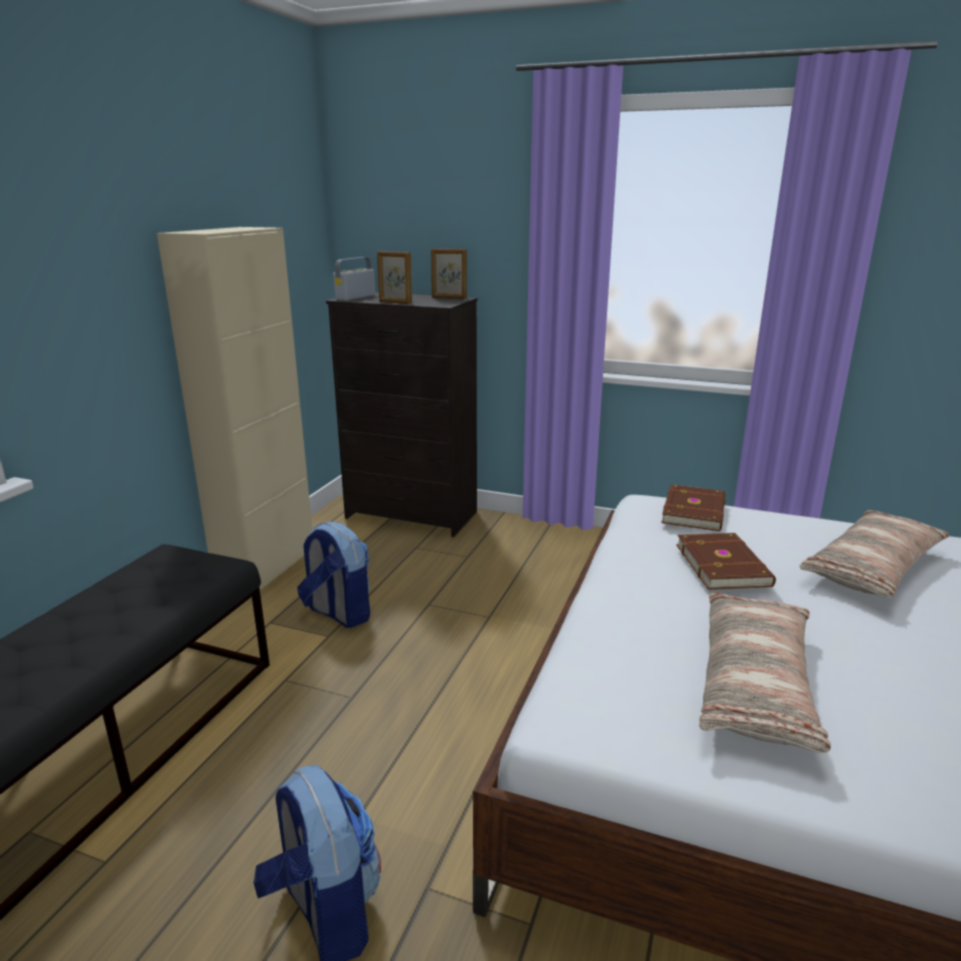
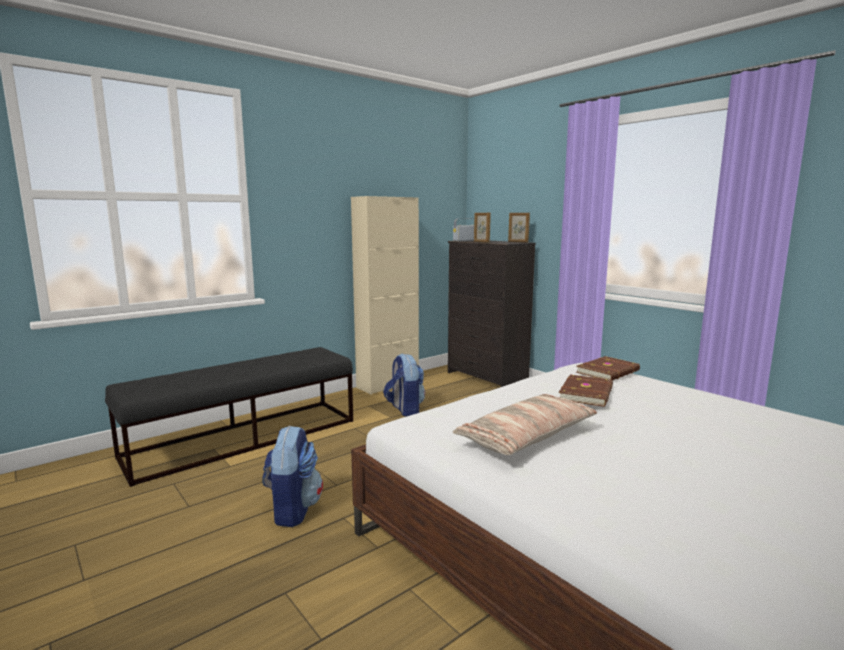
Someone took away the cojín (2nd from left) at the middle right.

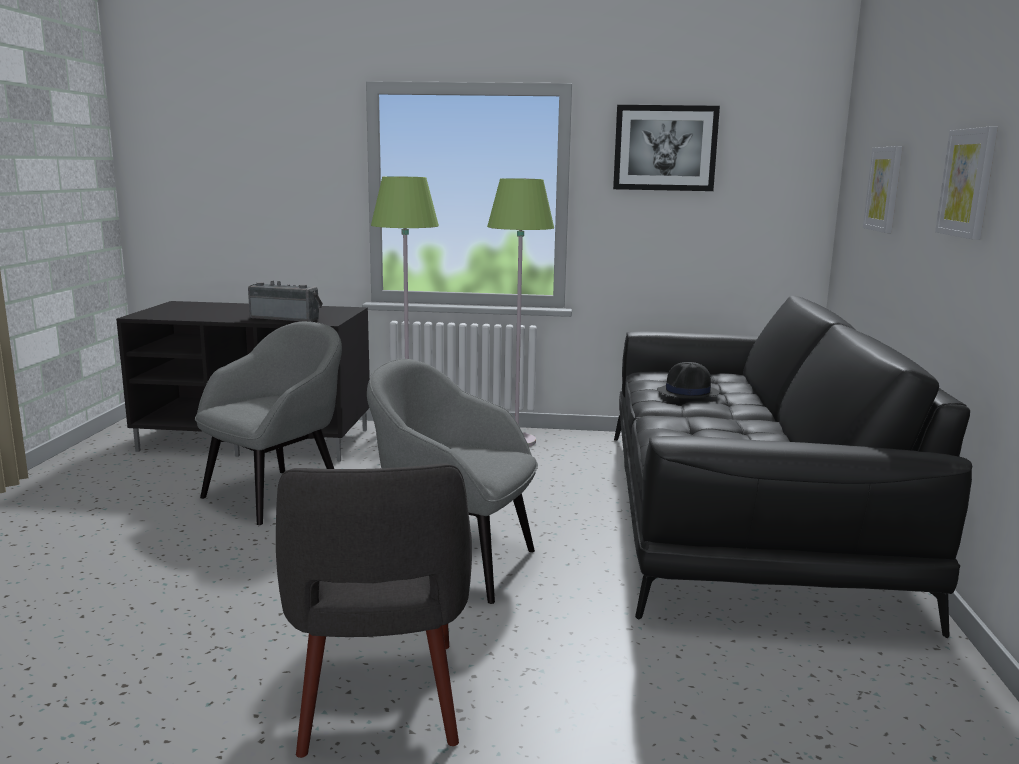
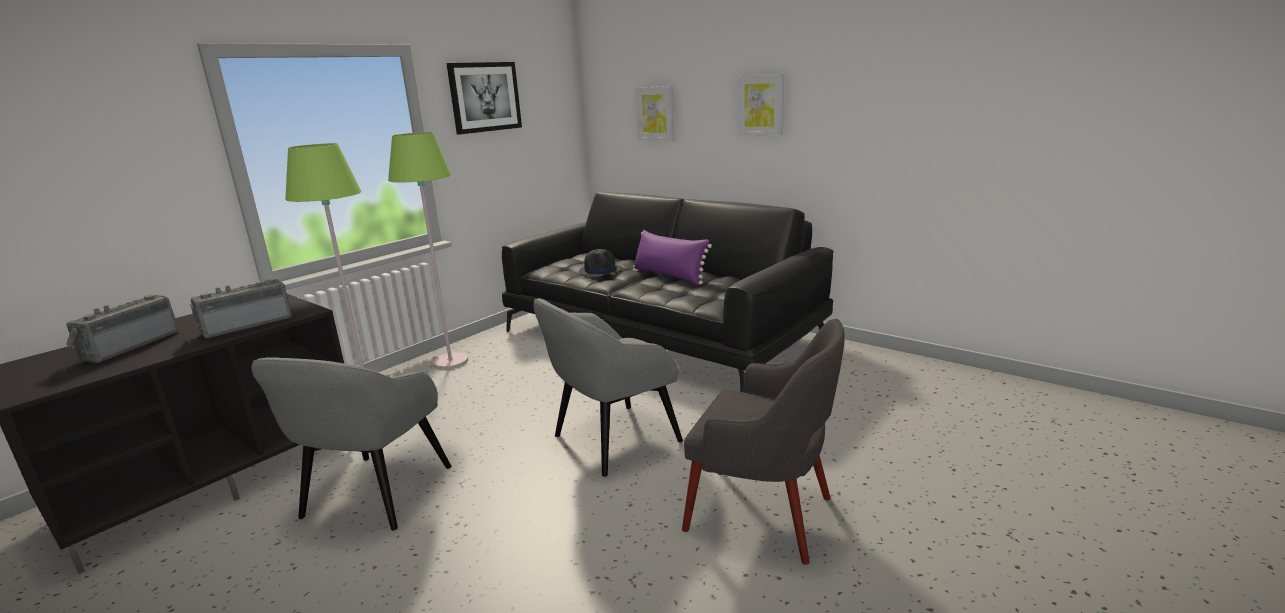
Someone put down the radio (1st from left) at the middle left. Someone put down the cojín/morado at the centre. Someone rotated the sillón/gris (1st from left) at the middle left by 150 degrees counterclockwise.

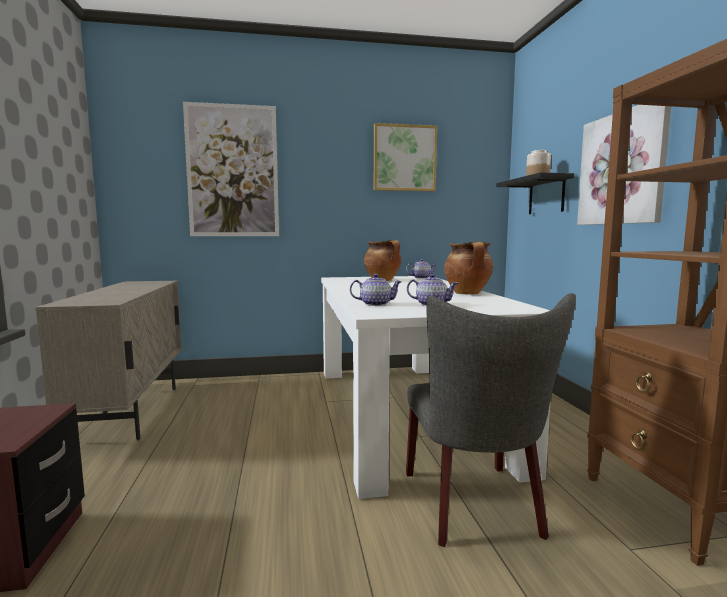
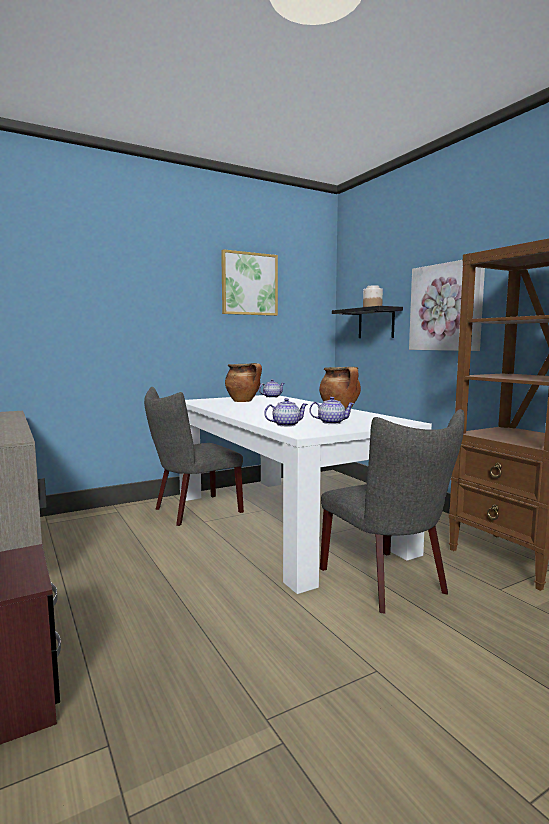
Someone took away the cuadro (1st from left) at the top left. Someone put down the silla/gris (1st from left) at the centre.

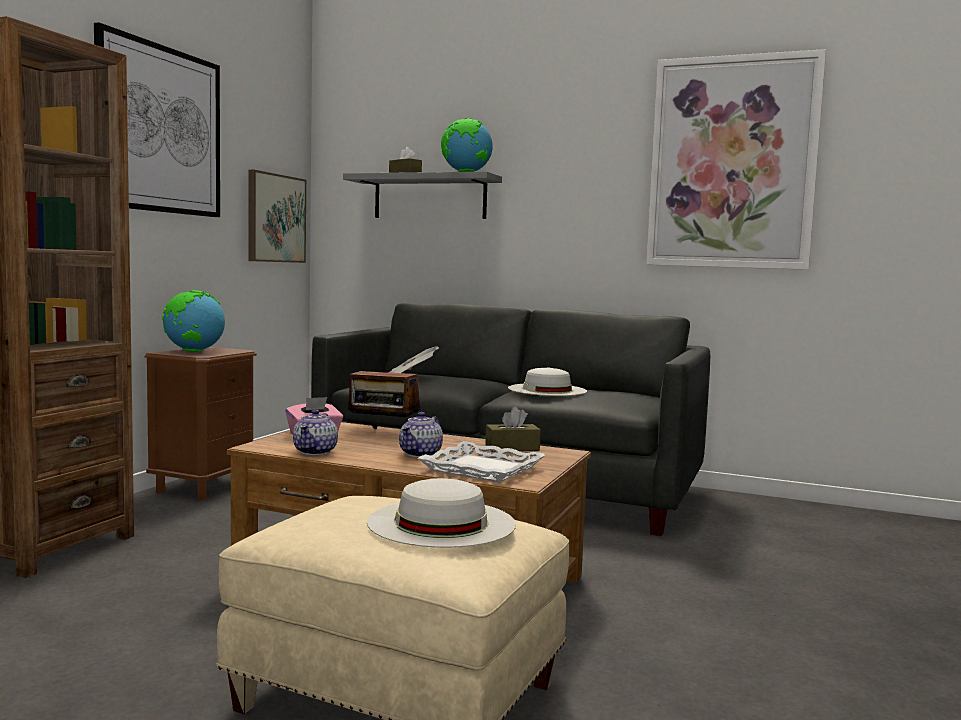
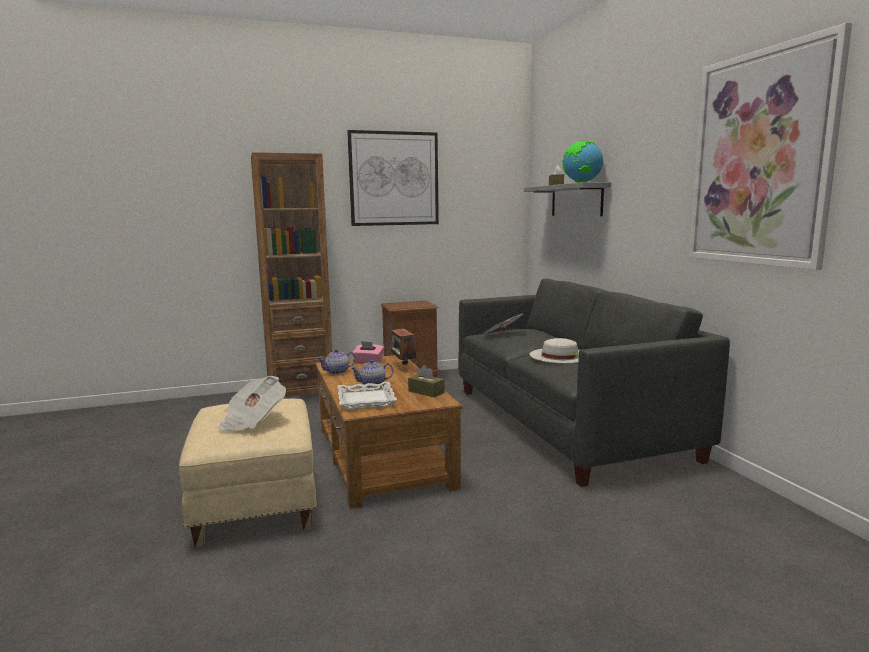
Someone took away the globo terráqueo (1st from left) at the middle left. Someone took away the cuadro (2nd from left) at the top left. Someone swapped the sombrero/blanco (1st from left) at the bottom centre for the periódico (1st from left) at the middle left.

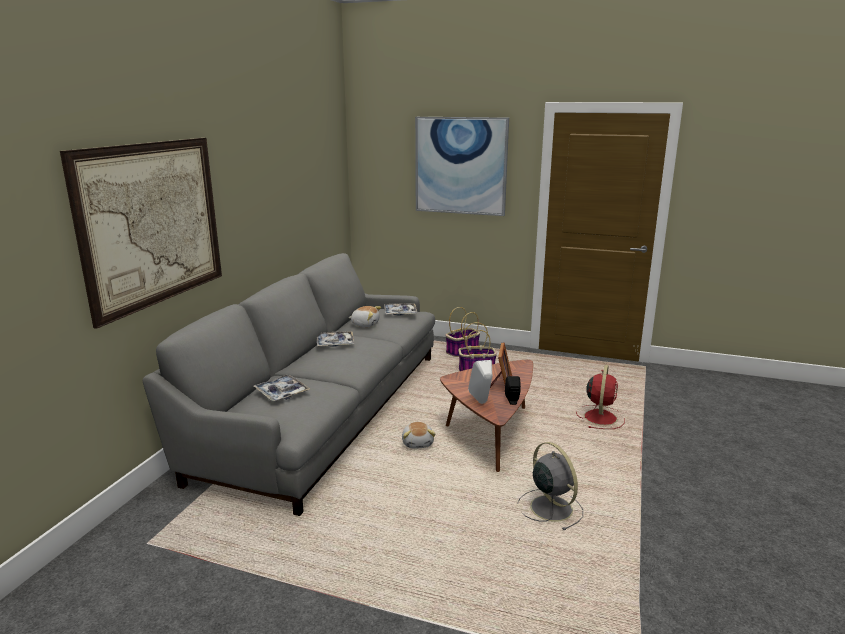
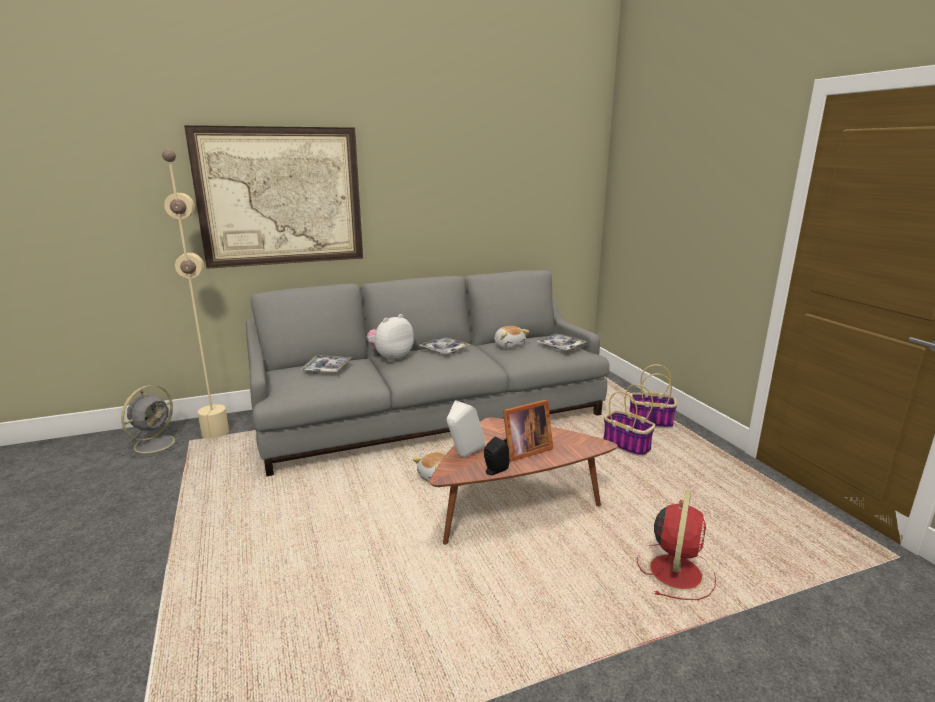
Someone took away the cuadro (2nd from left) at the top centre. Someone put down the lámpara de pie/beis at the middle left. Someone put down the peluche (1st from left) at the centre. Someone carried the ventilador/gris from the bottom centre to the middle left. Someone rotated the ventilador/rojo at the middle right by 45 degrees counterclockwise.

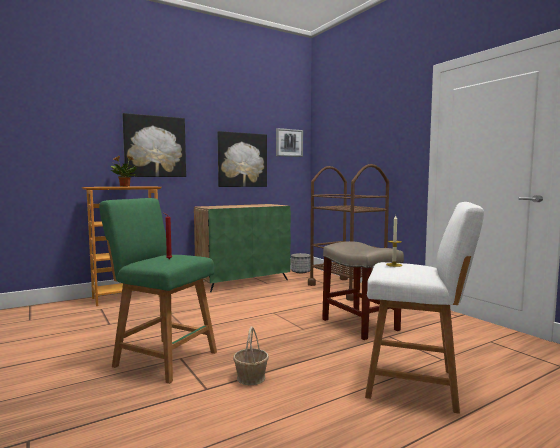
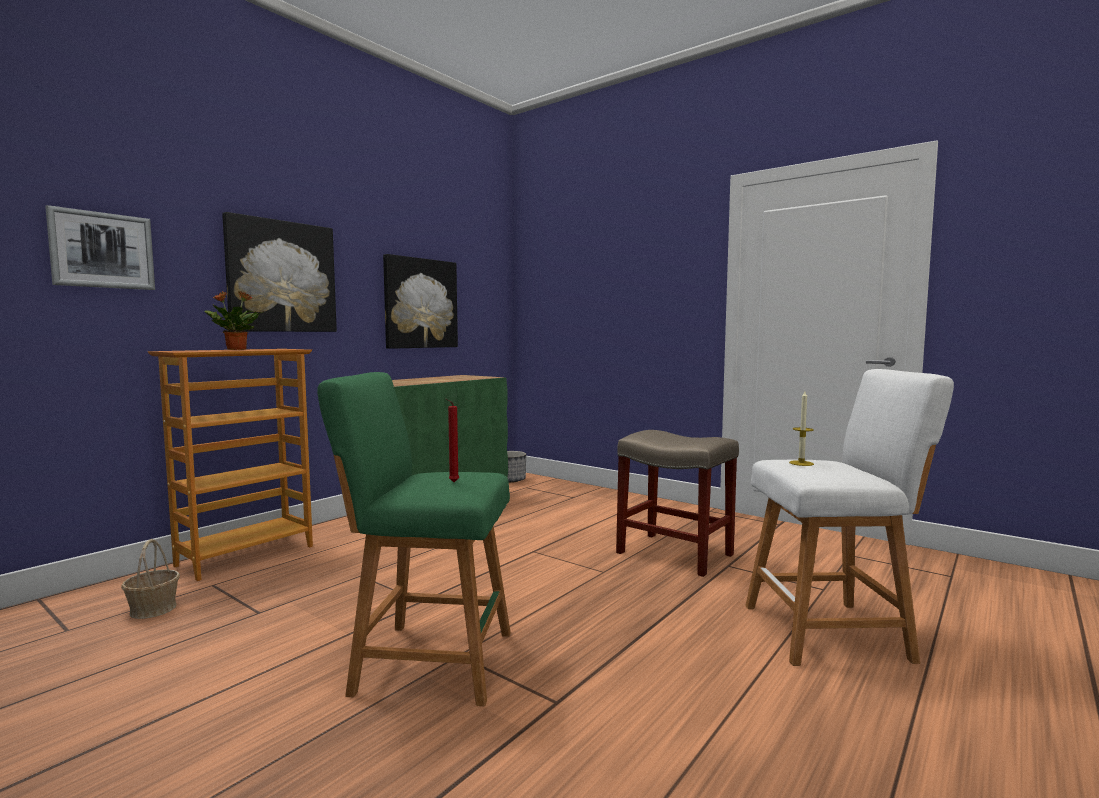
Someone took away the carrito/marrón at the centre. Someone carried the cesta from the bottom centre to the bottom left. Someone carried the cuadro (3rd from left in the first image) from the top centre to the top left.

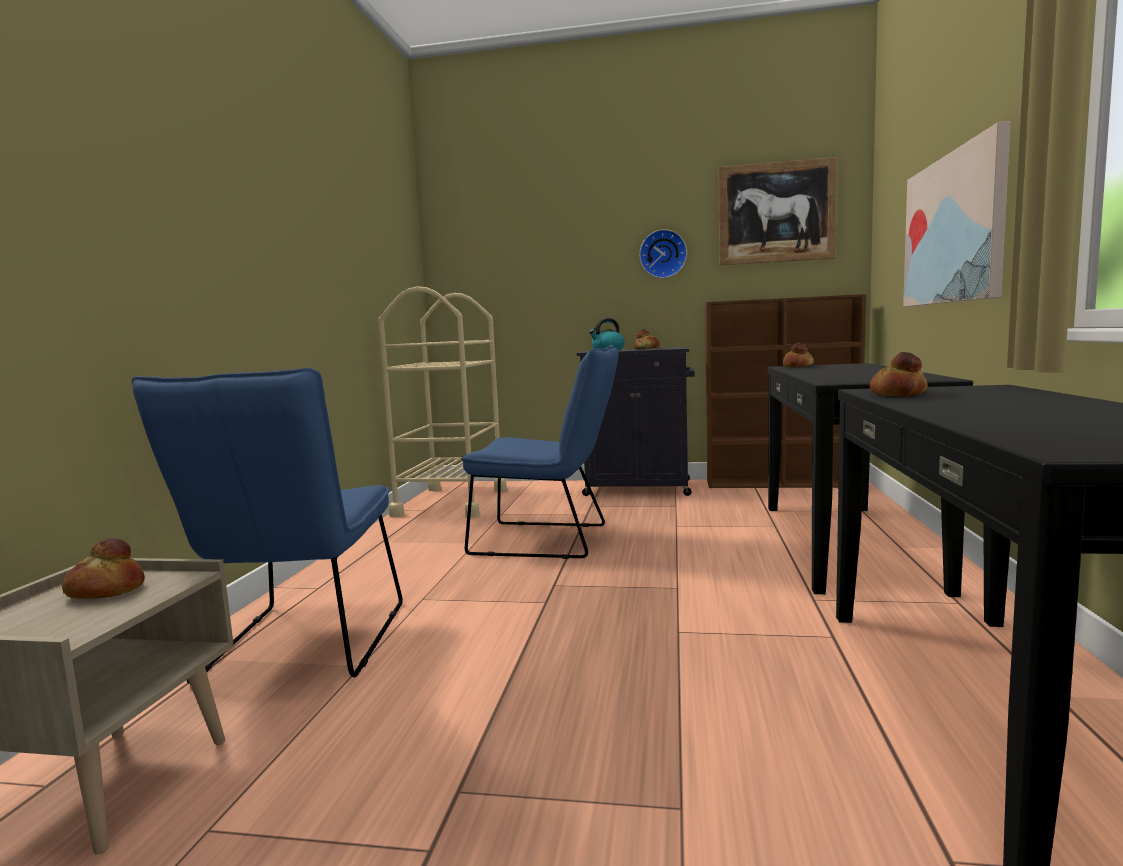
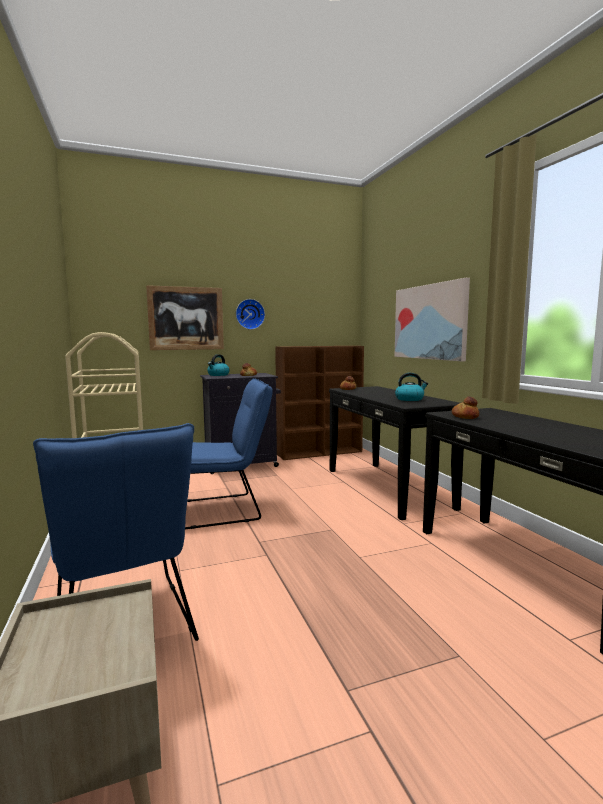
Someone took away the pan (1st from left) at the middle left. Someone put down the hervidor (2nd from left) at the middle right. Someone carried the cuadro (1st from left) from the top right to the middle left.

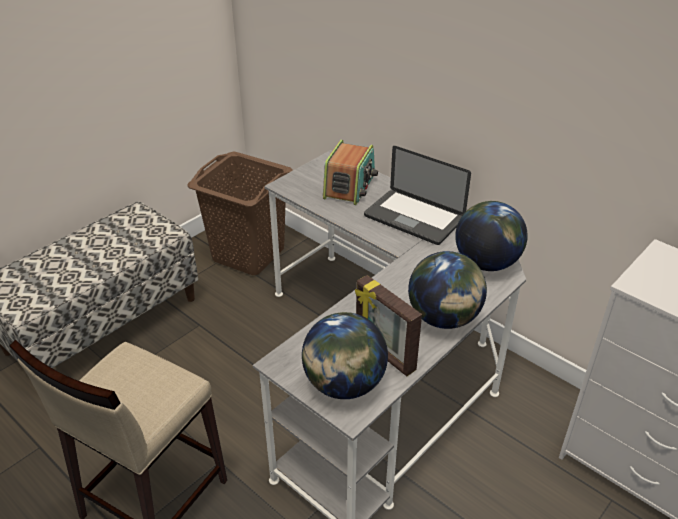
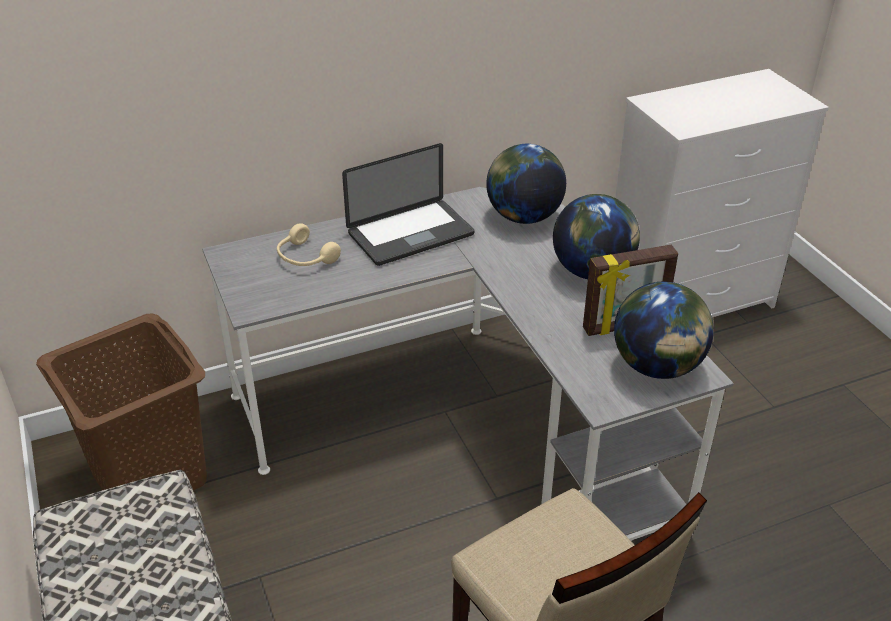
Someone swapped the radio at the top centre for the auriculares/beis at the centre.

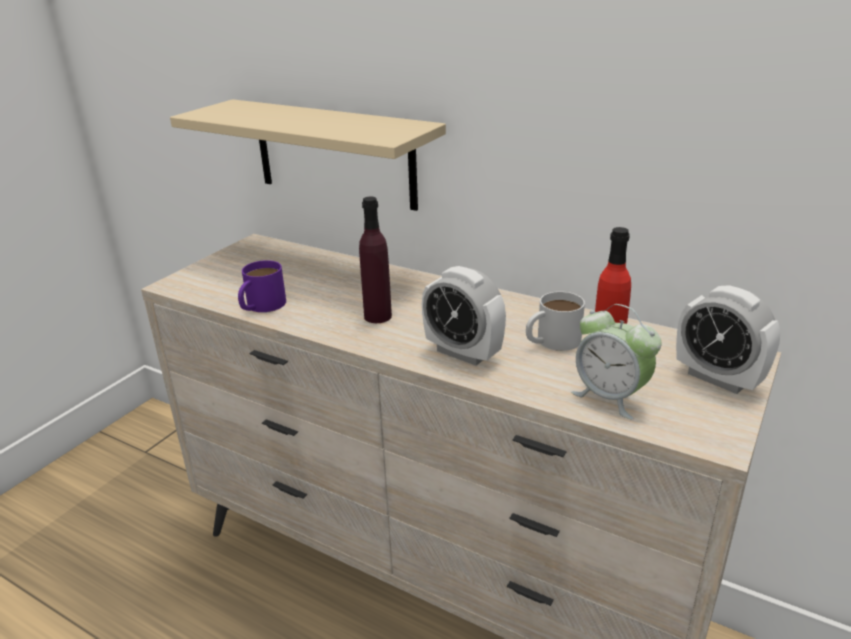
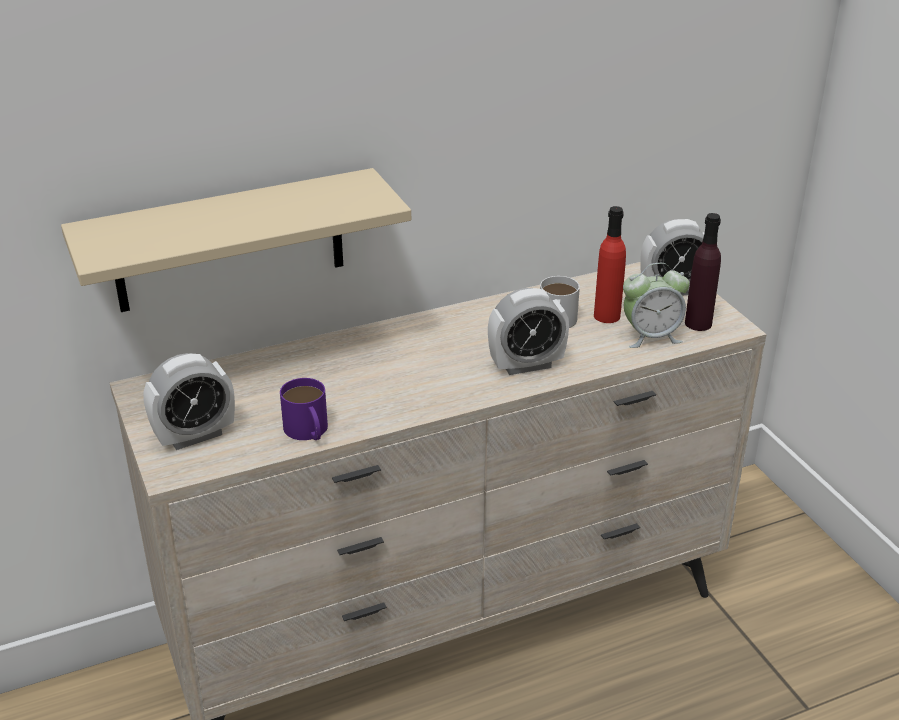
Someone put down the despertador (1st from left) at the middle left. Someone carried the botella/morado from the centre to the middle right.

